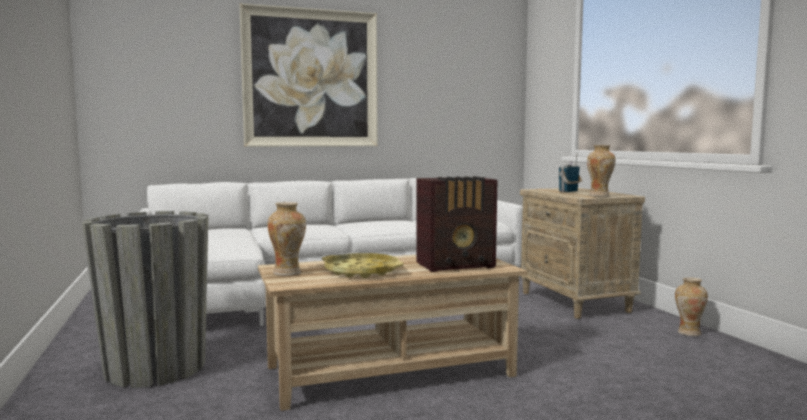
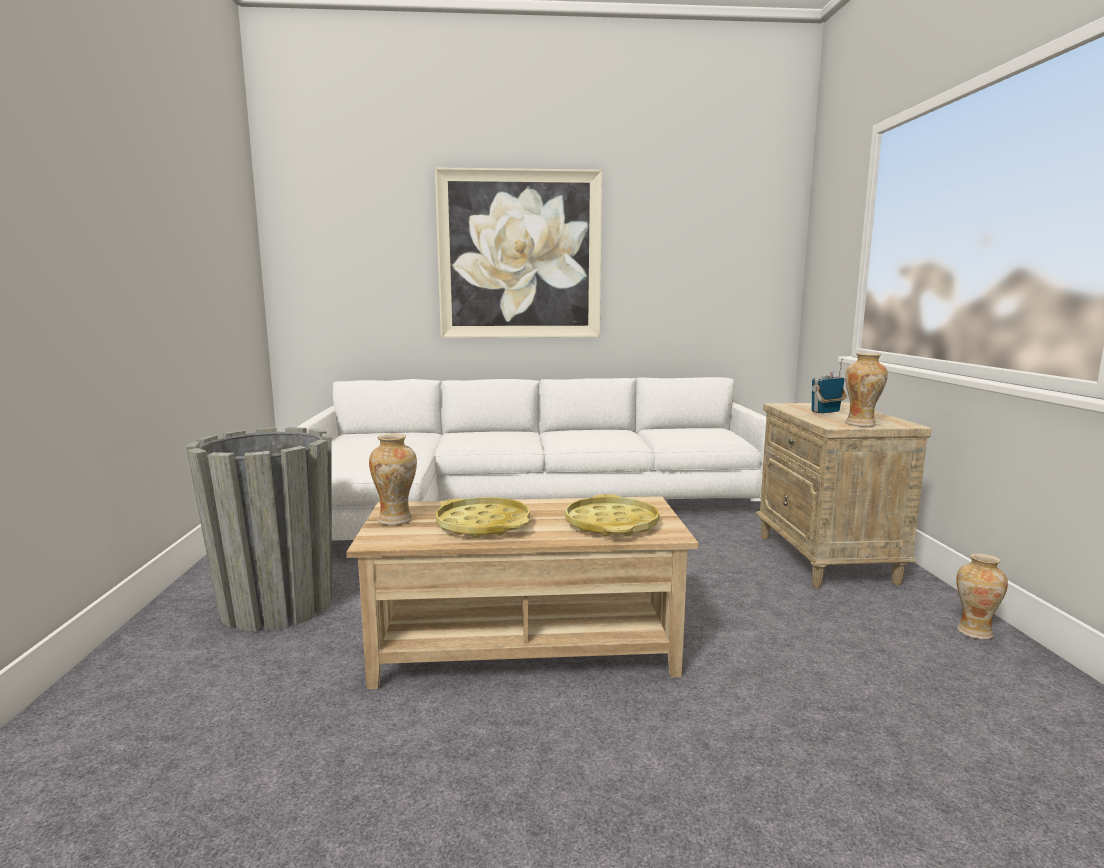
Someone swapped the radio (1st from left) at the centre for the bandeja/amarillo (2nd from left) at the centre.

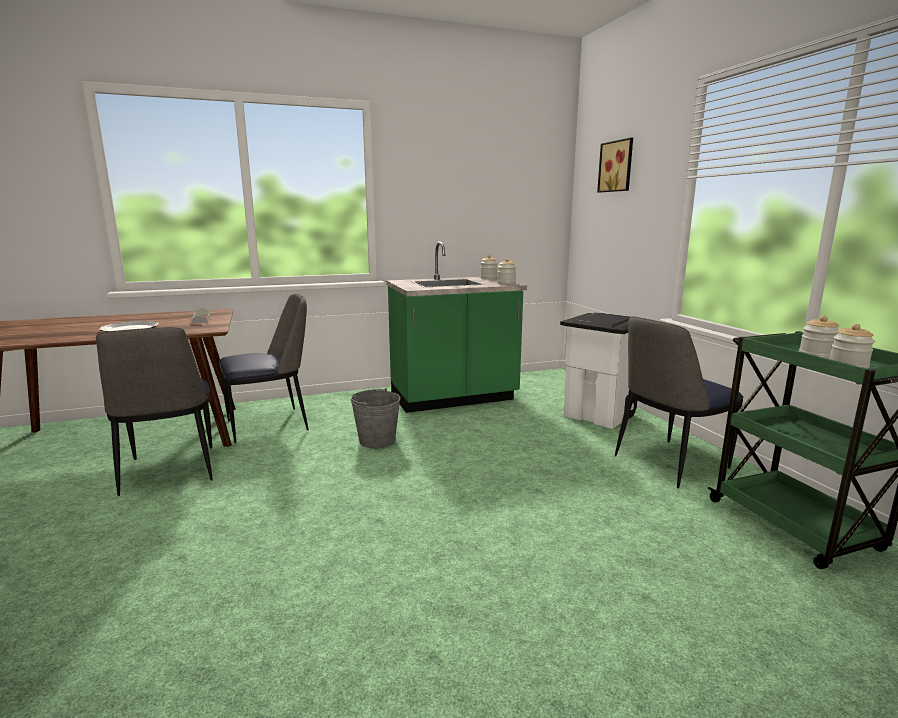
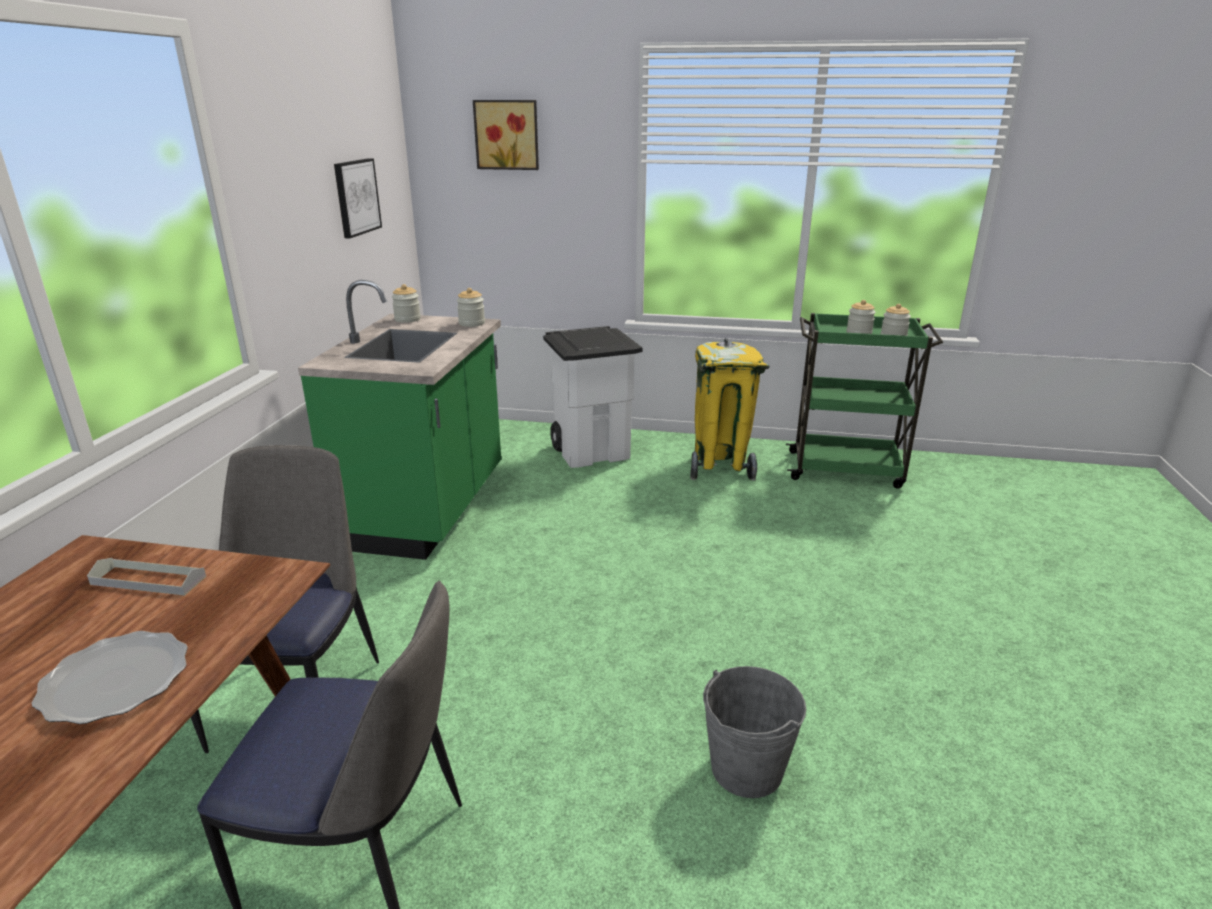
Someone put up the cuadro (1st from left) at the top left. Someone carried the cubo/gris from the centre to the bottom centre. Someone swapped the silla (3rd from left) at the middle right for the papelera/amarillo at the centre.

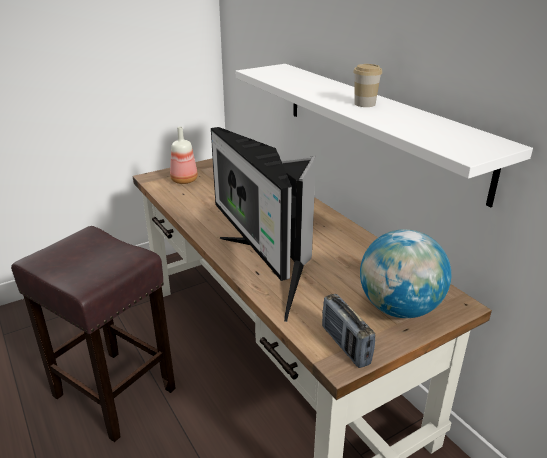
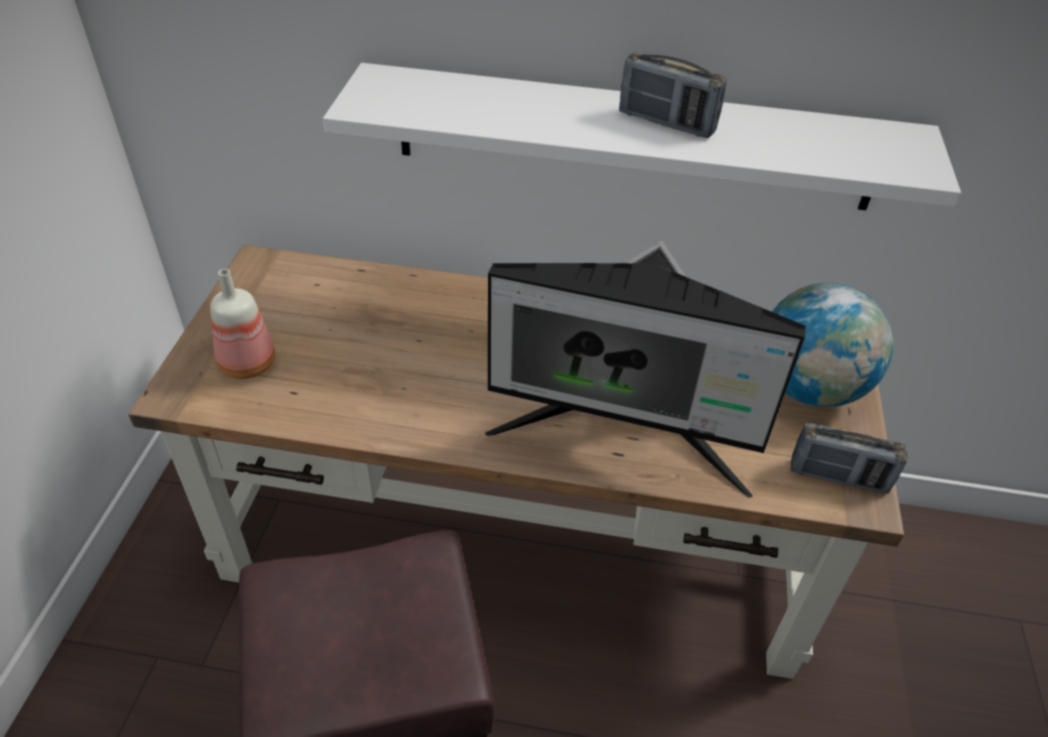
Someone swapped the taza at the top right for the radio (1st from left) at the top centre.

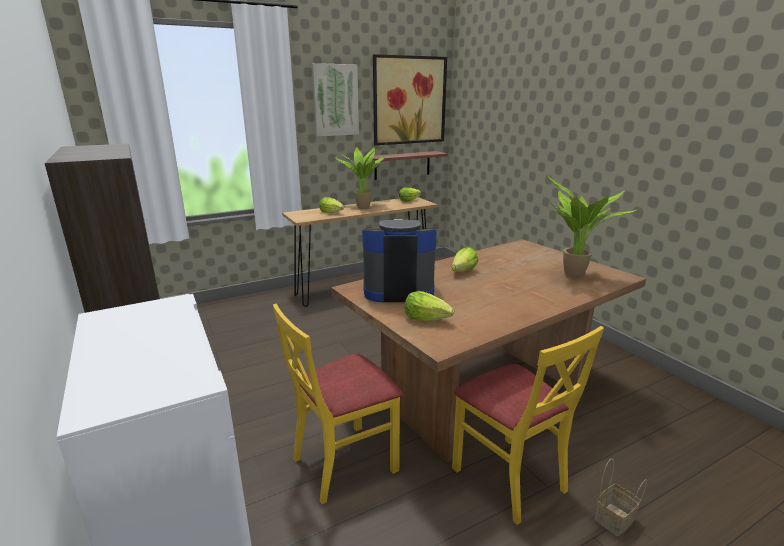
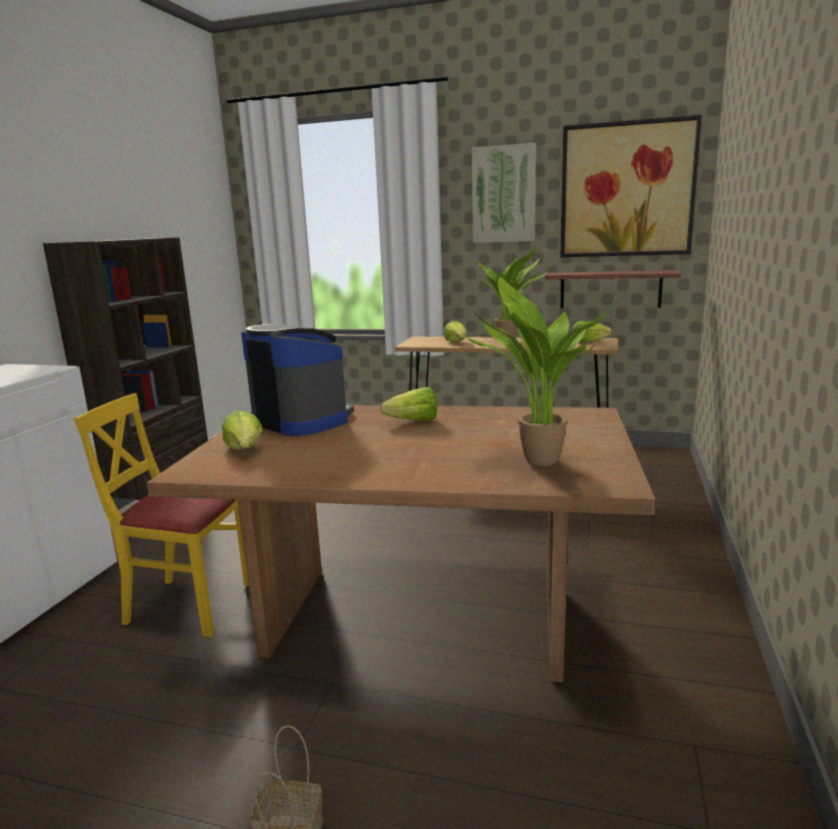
Someone took away the silla/amarillo (2nd from left) at the bottom right.

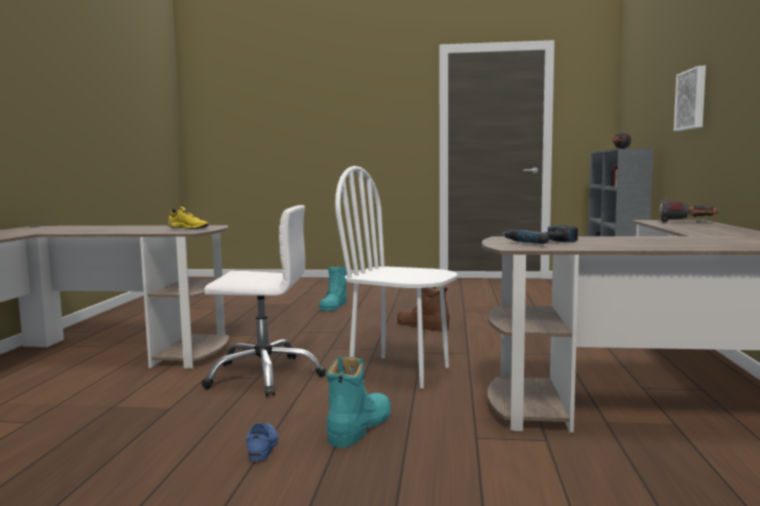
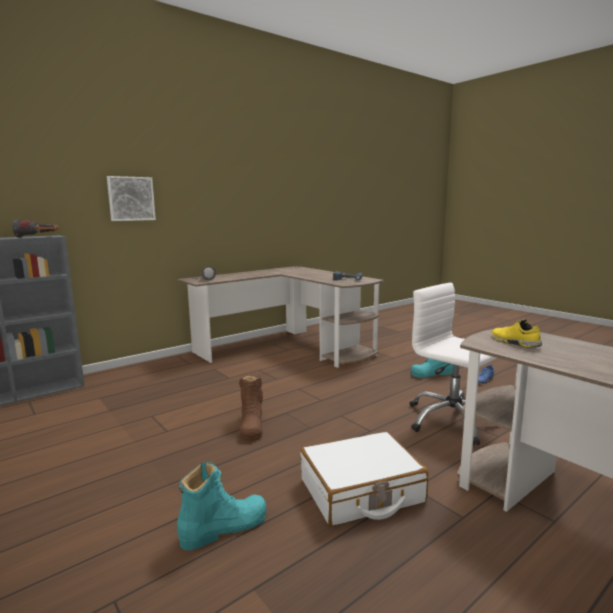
Someone took away the silla/blanco at the centre. Someone put down the maleta/blanco at the bottom centre.

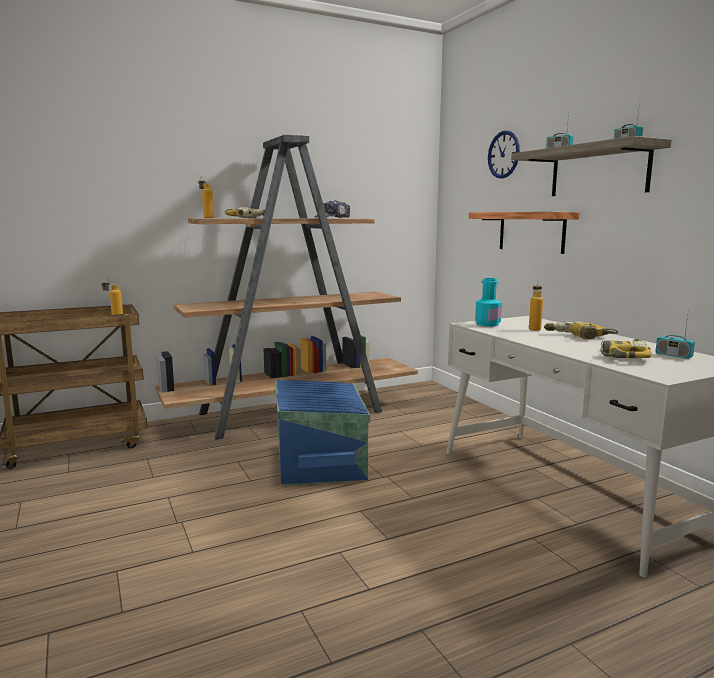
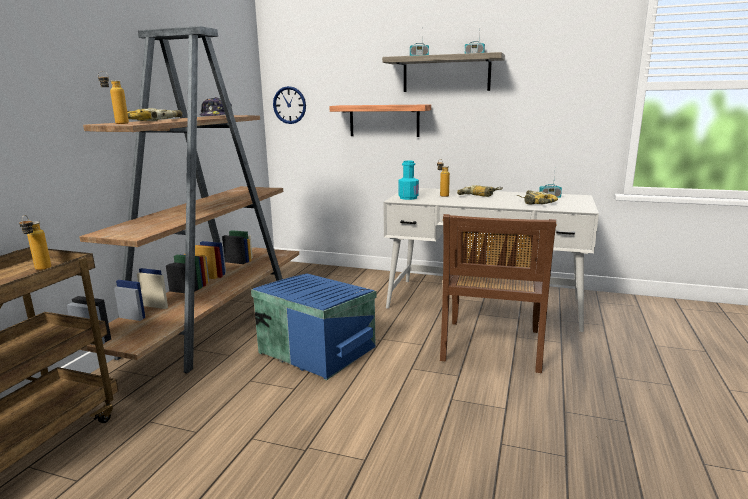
Someone put down the silla/marrón at the centre. Someone carried the reloj de pared from the top right to the top centre.

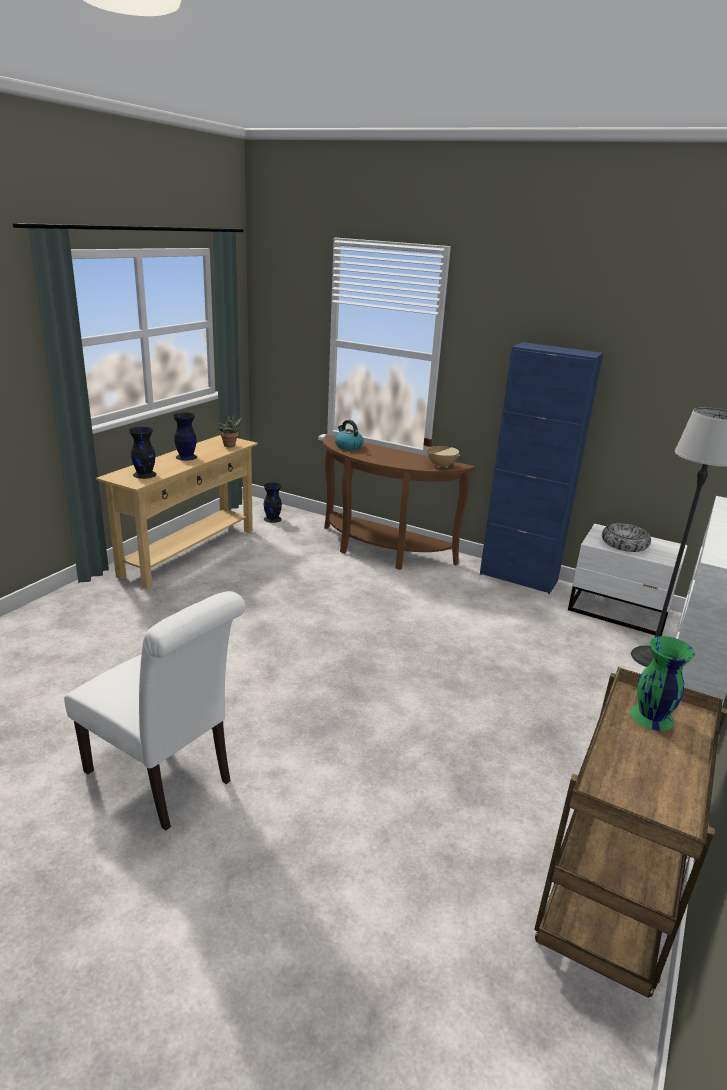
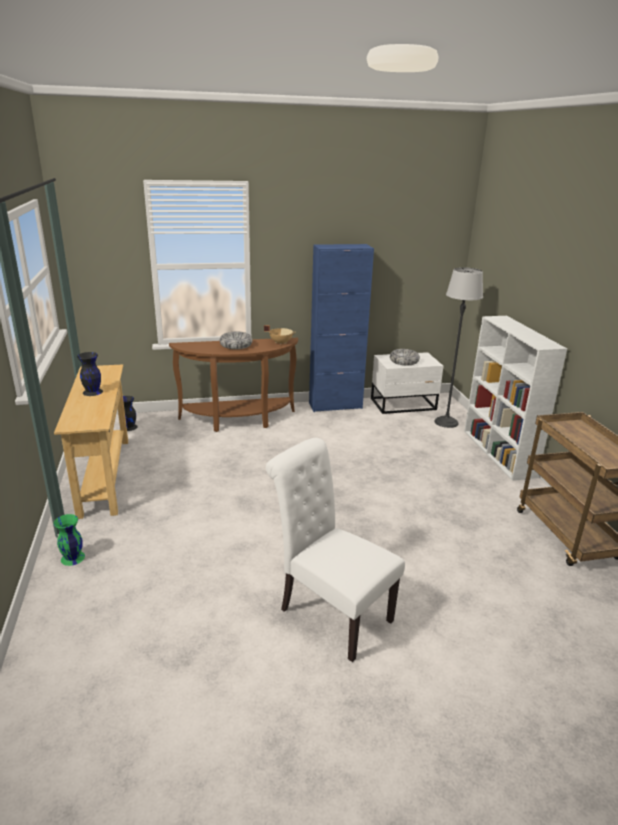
Someone took away the florero/negro (1st from left) at the middle left. Someone took away the planta en maceta at the middle left. Someone took away the hervidor at the centre. Someone put down the cuenco (1st from left) at the centre. Someone carried the florero/verde from the middle right to the middle left. Someone rotated the silla/blanco at the middle left by 135 degrees counterclockwise.

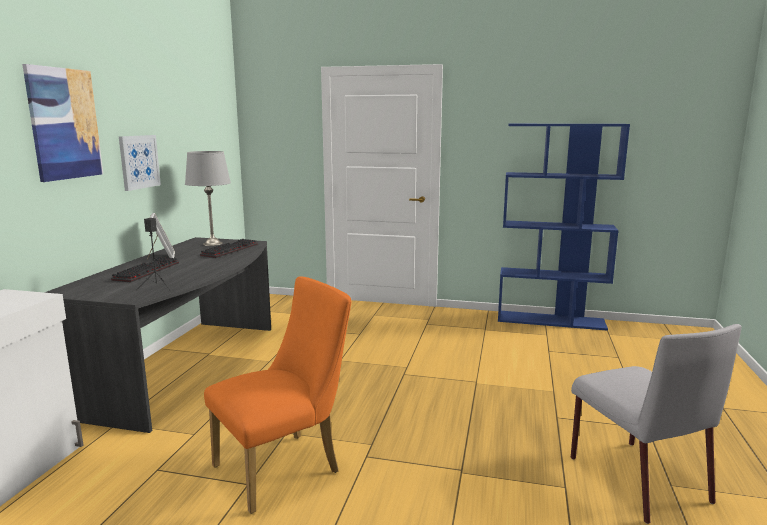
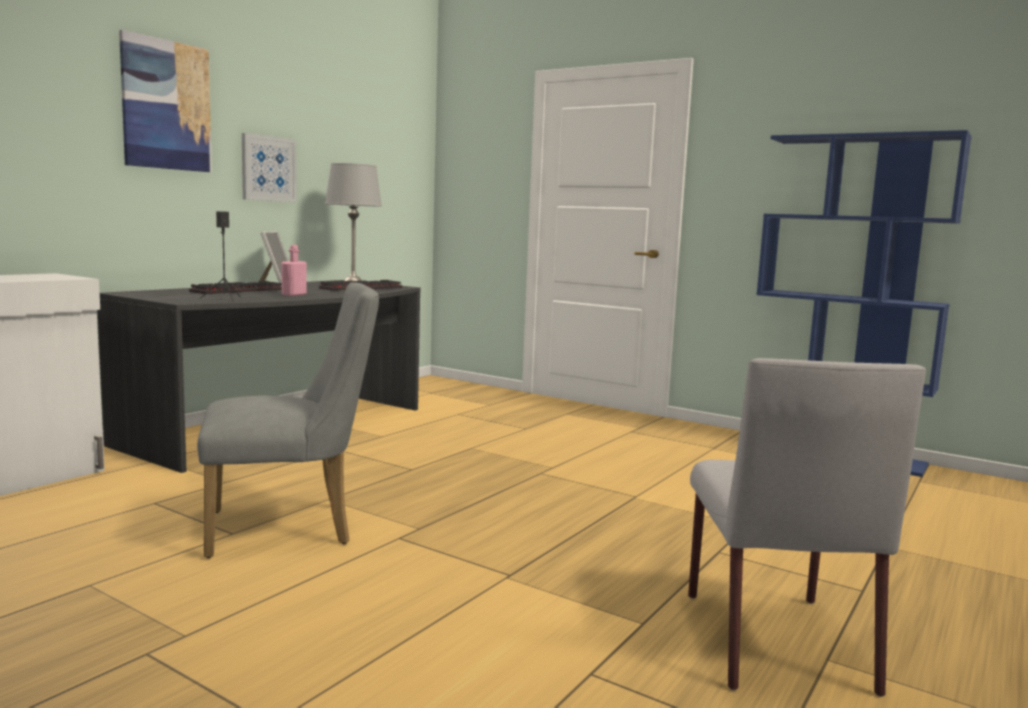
Someone put down the botella/rosa at the middle left. Someone repainted the silla/naranja at the bottom centre, which became the silla/gris (1st from left) at the middle left.

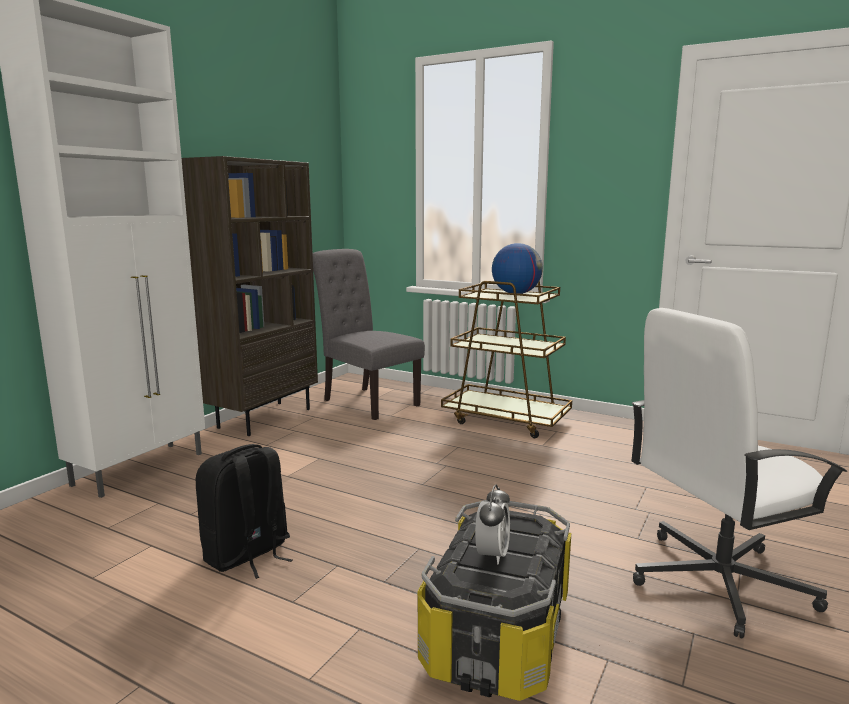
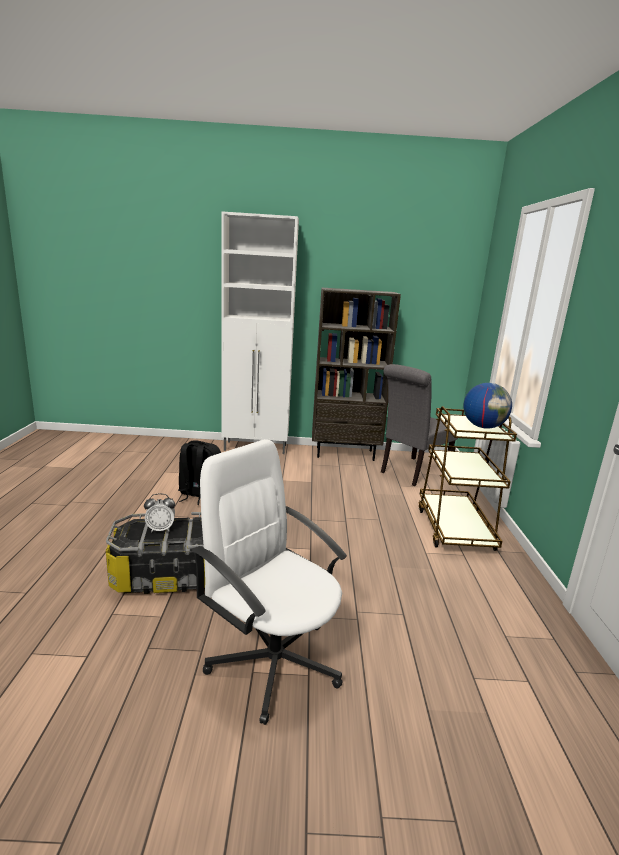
Someone rotated the silla/gris at the centre by 150 degrees counterclockwise.

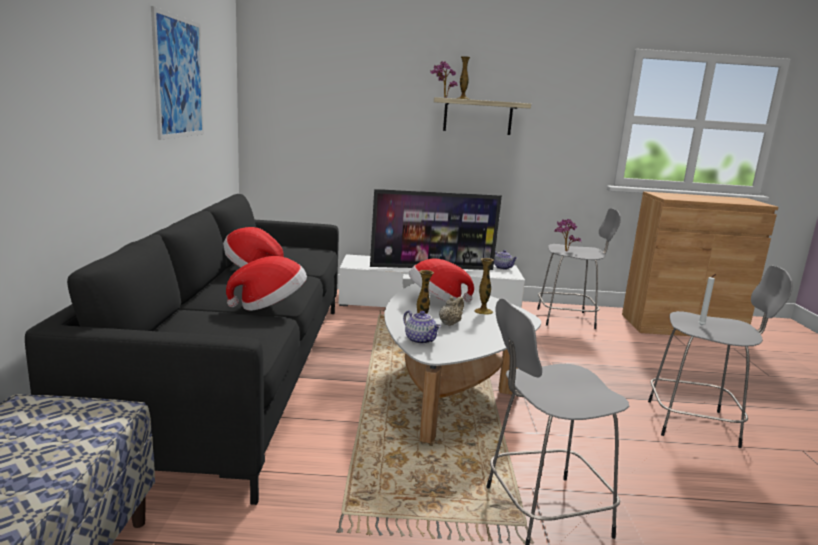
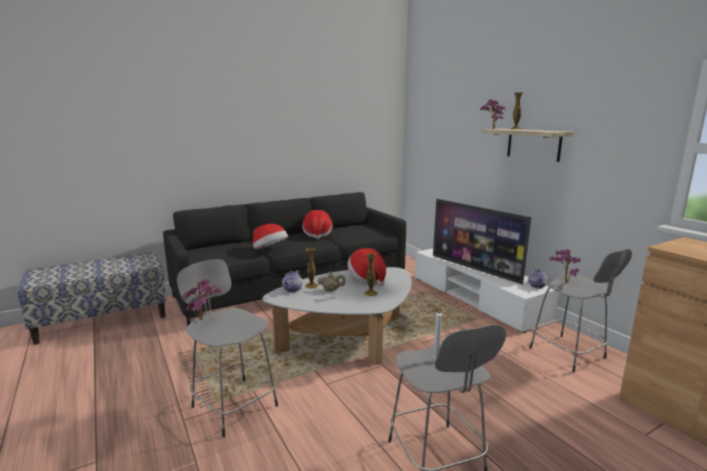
Someone took away the cuadro at the top left. Someone put down the planta en maceta (1st from left) at the middle left.

